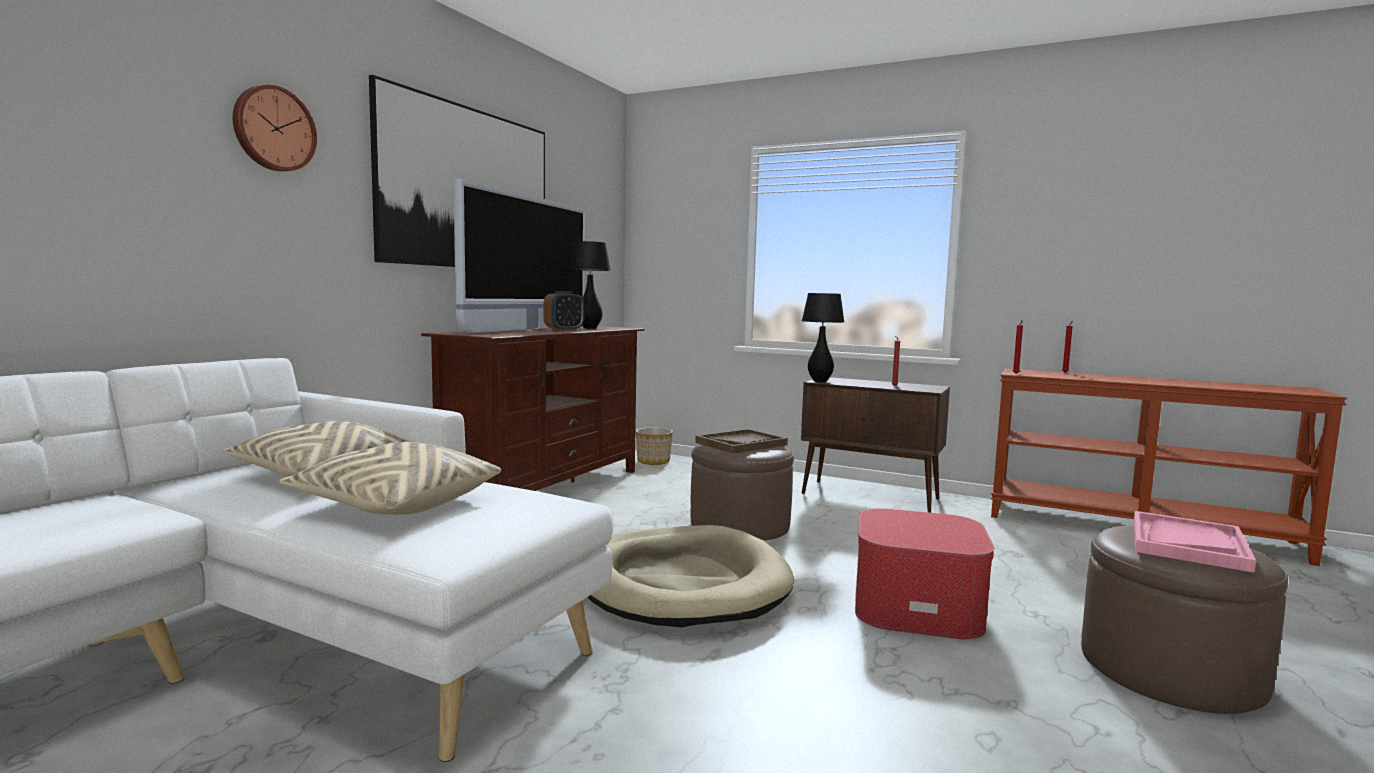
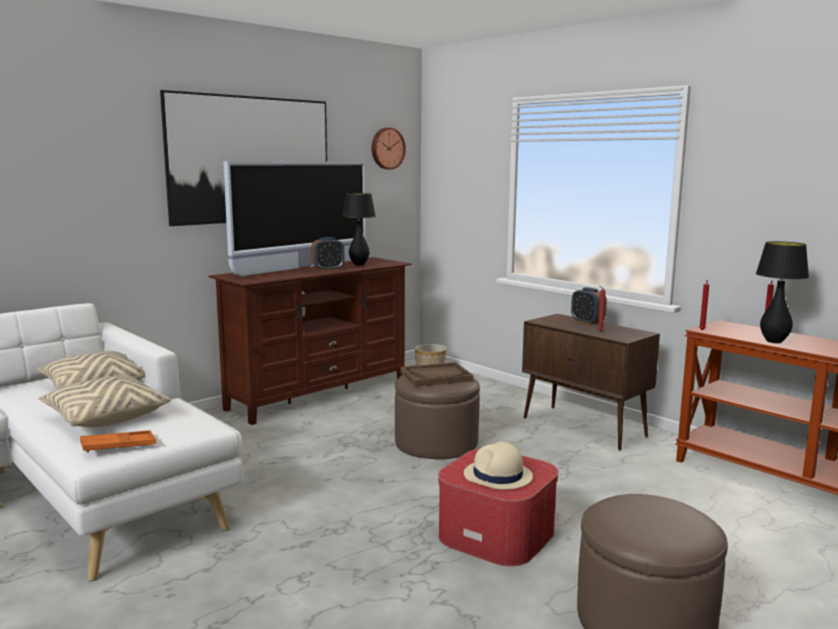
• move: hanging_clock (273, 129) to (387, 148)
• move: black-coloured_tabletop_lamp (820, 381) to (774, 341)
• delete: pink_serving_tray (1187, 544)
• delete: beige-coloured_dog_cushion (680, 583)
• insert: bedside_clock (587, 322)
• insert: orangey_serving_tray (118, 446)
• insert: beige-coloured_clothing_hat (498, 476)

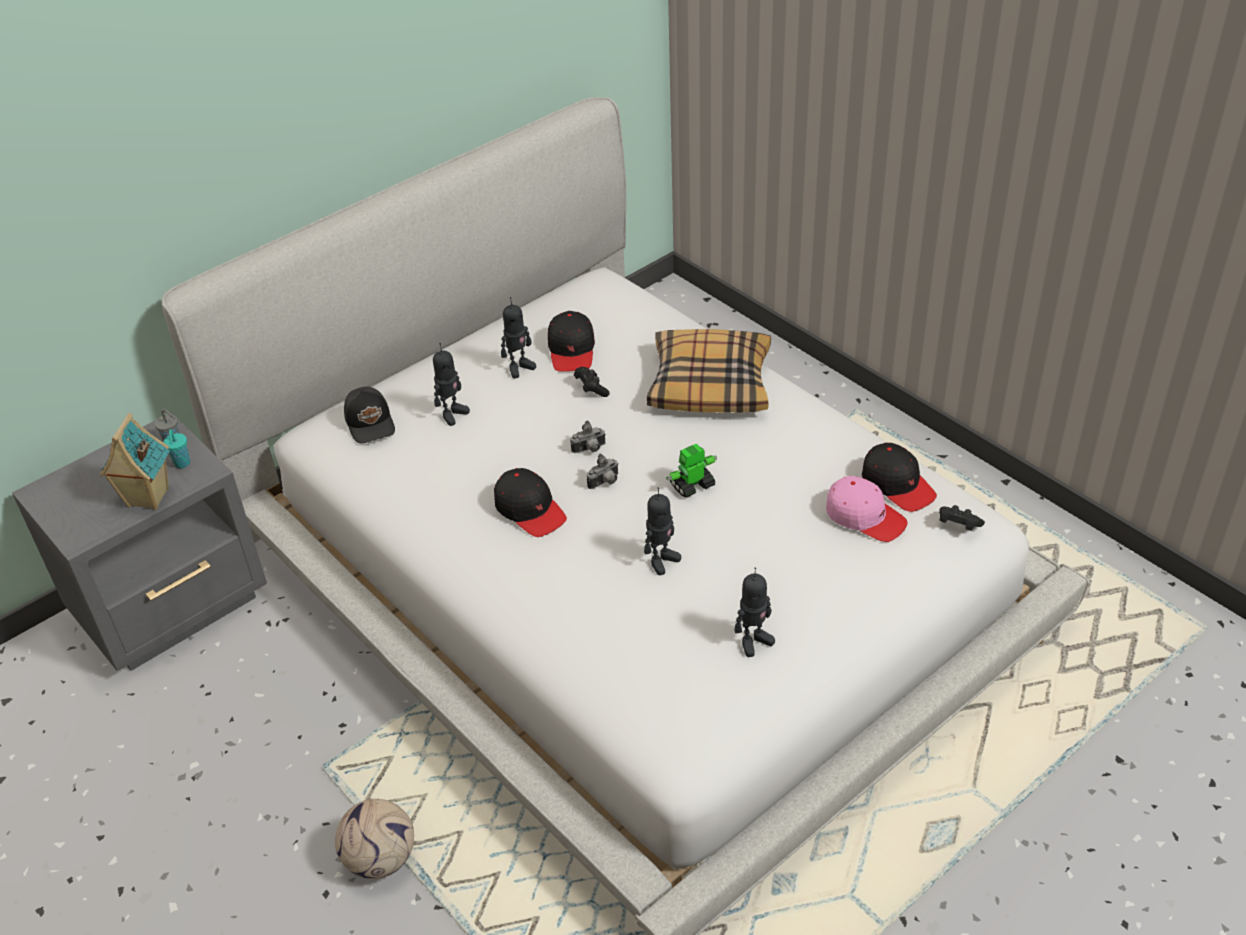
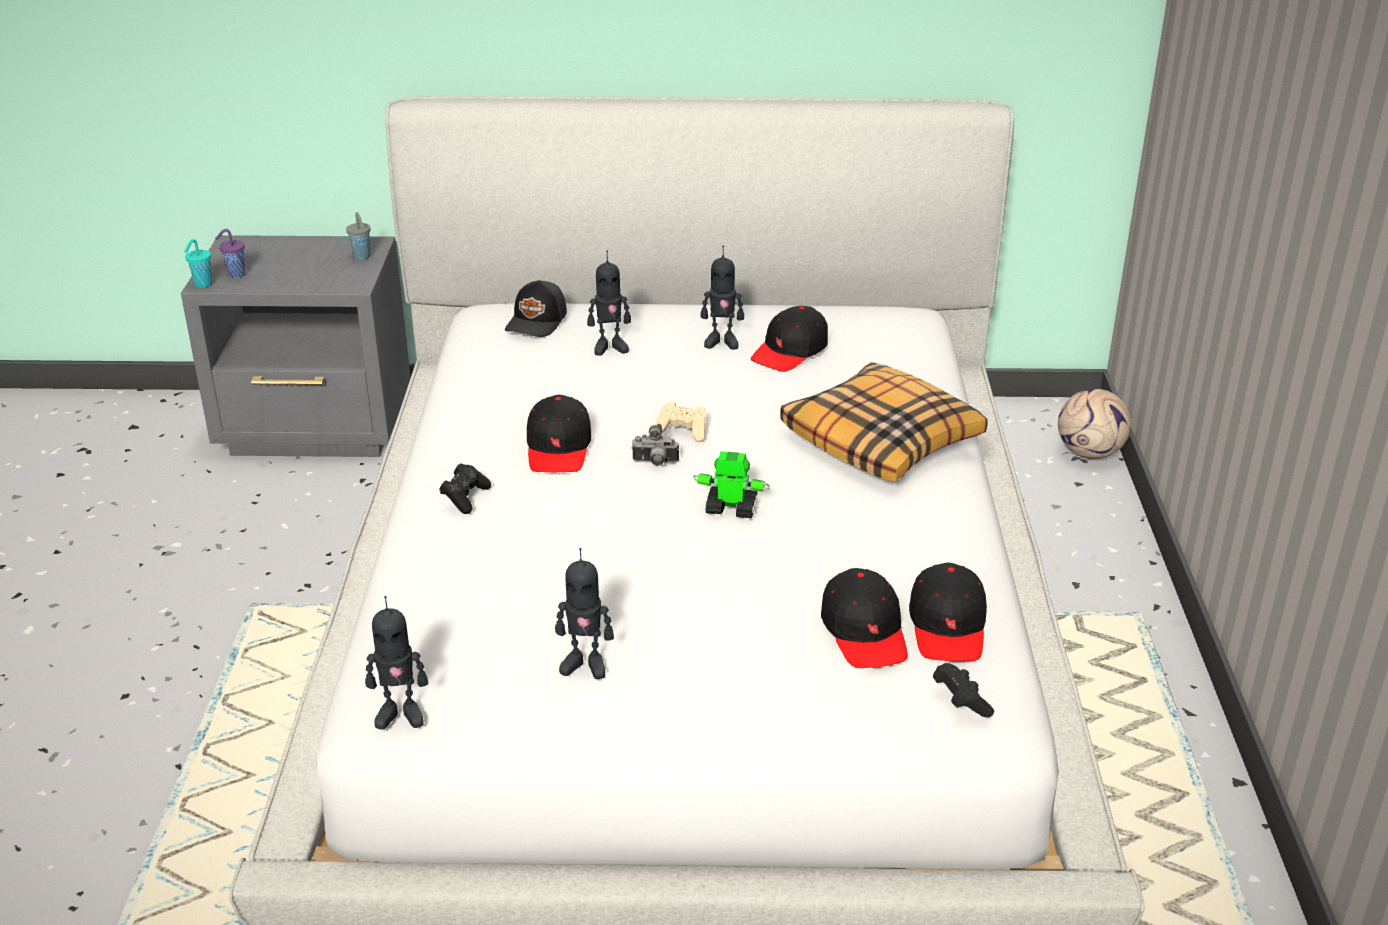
• move: black-coloured_gamepad (591, 388) to (465, 498)
• delete: miniature_house (147, 498)
• replace: still_camera (589, 449) to beige-coloured_gamepad (682, 431)
• move: blue-green_small_cup (182, 464) to (202, 285)
• recolor: pink_baseball_cap (865, 516) to black-coloured_baseball_cap (865, 632)
• move: model_robot (661, 561) to (400, 715)
• move: ball_for_football (381, 858) to (1090, 453)
• insert: purple-coloured_small_cup (235, 274)

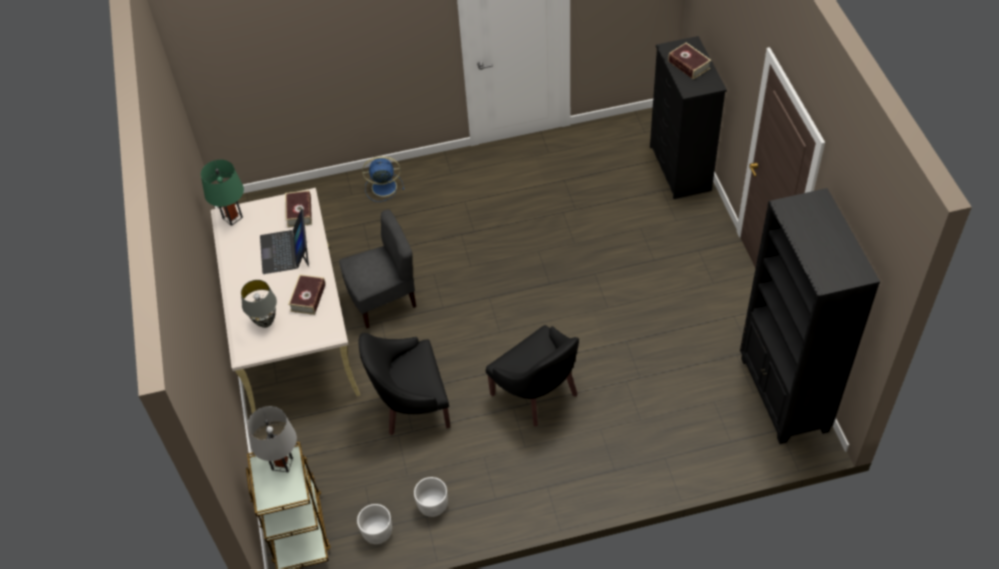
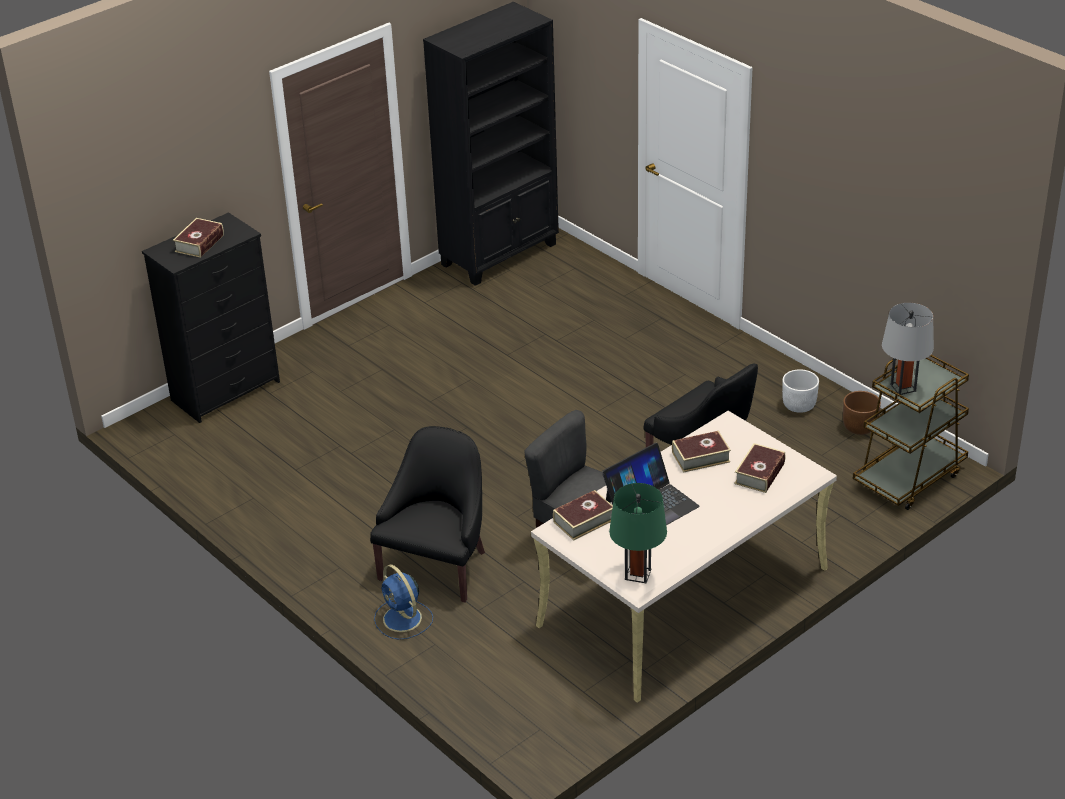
• replace: gray_tabletop_lamp (265, 321) to bound_book (759, 474)
• move: black-coloured_lounge_chair (538, 393) to (437, 565)
• recolor: white-coloured_plant_pot (377, 532) to brownish_plant_pot (859, 427)

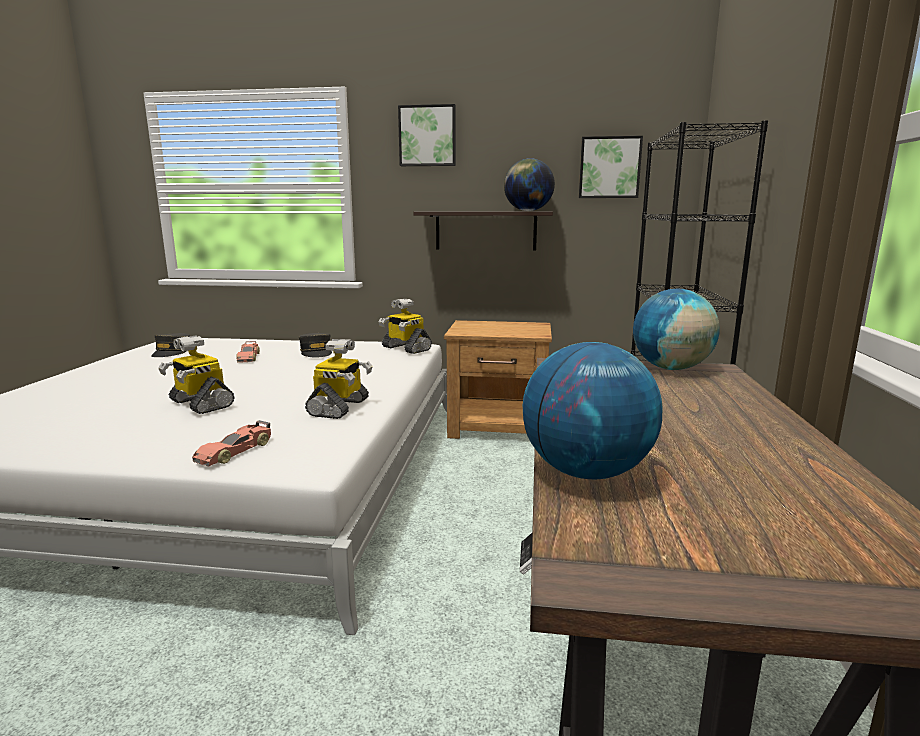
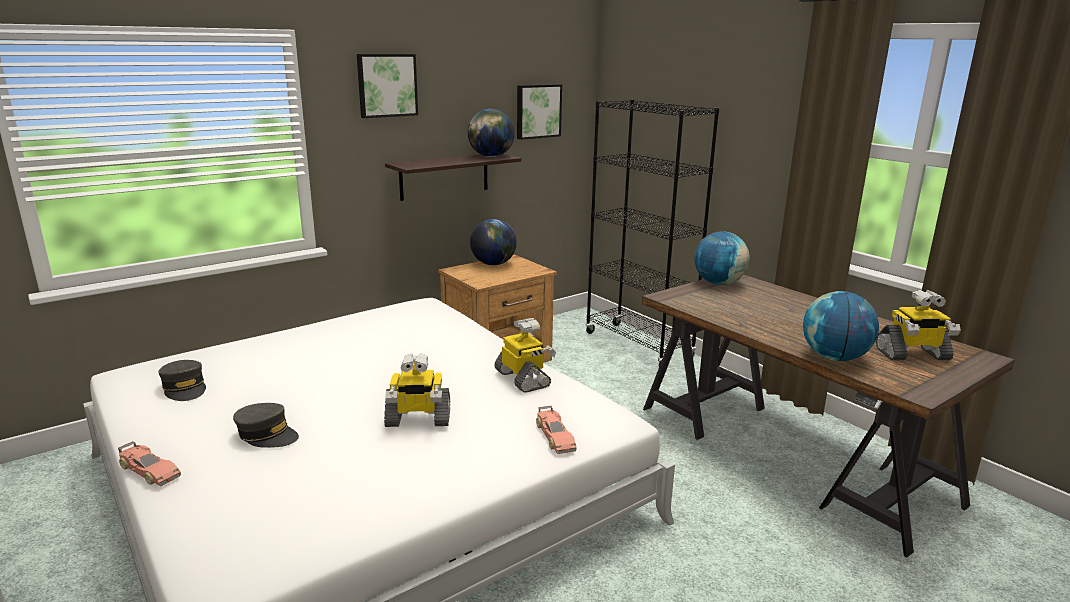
• move: model_robot (405, 348) to (912, 354)
• move: gray_baseball_cap (316, 352) to (267, 435)
• move: toy_car (248, 357) to (149, 471)
• insert: desk_globe (493, 264)

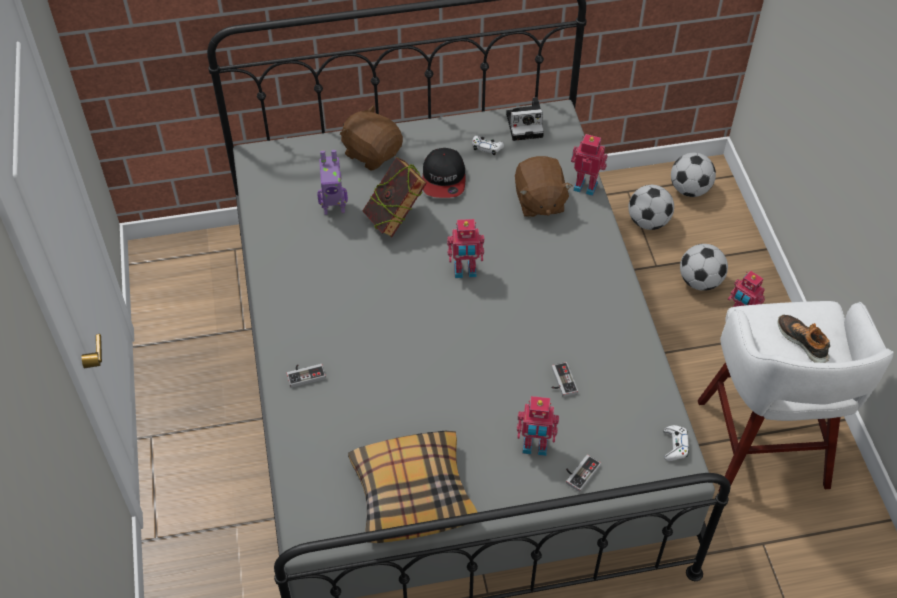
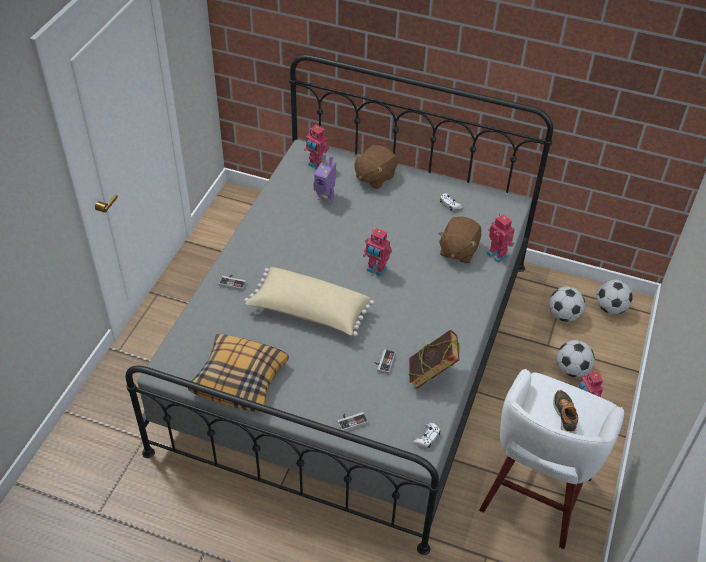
• delete: still_camera (526, 125)
• rotate: brownish_soft_toy (372, 153) = (374, 177) 120 degrees counterclockwise
• delete: baseball_cap (444, 179)
• move: bound_book (395, 218) to (431, 375)
• move: model_robot (535, 447) to (316, 165)
• insert: beige-coloured_throw_pillow (309, 312)

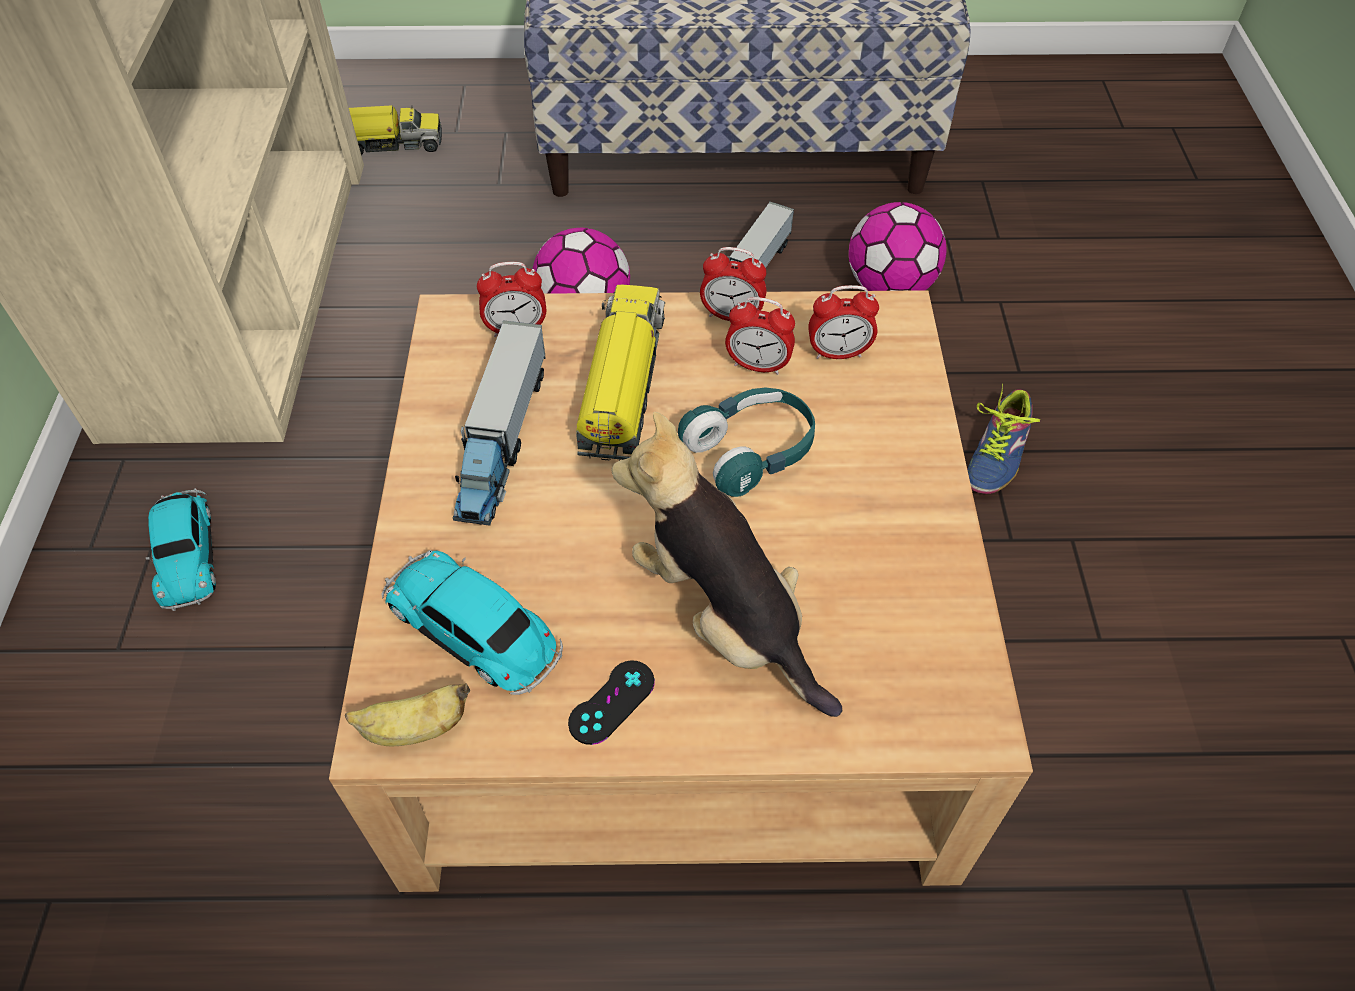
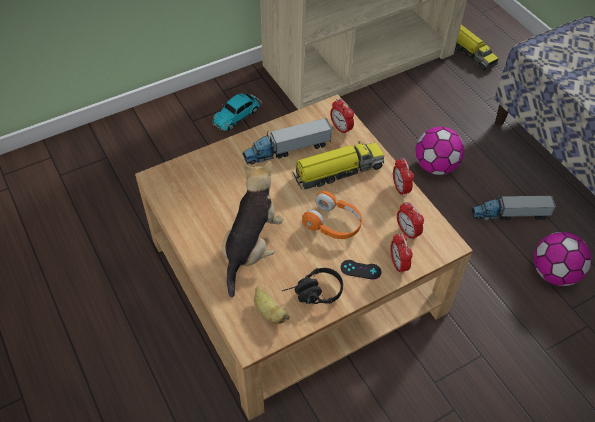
• move: bedside_clock (758, 365) to (398, 264)
• delete: shoe (992, 453)
• recolor: blue-green_headset (751, 451) to orangey_headset (333, 224)
• delete: toy_car (475, 631)
• move: black-coloured_gamepad (611, 702) to (360, 269)
• move: whole_banana (414, 729) to (269, 312)
• insert: black-coloured_headset (313, 294)

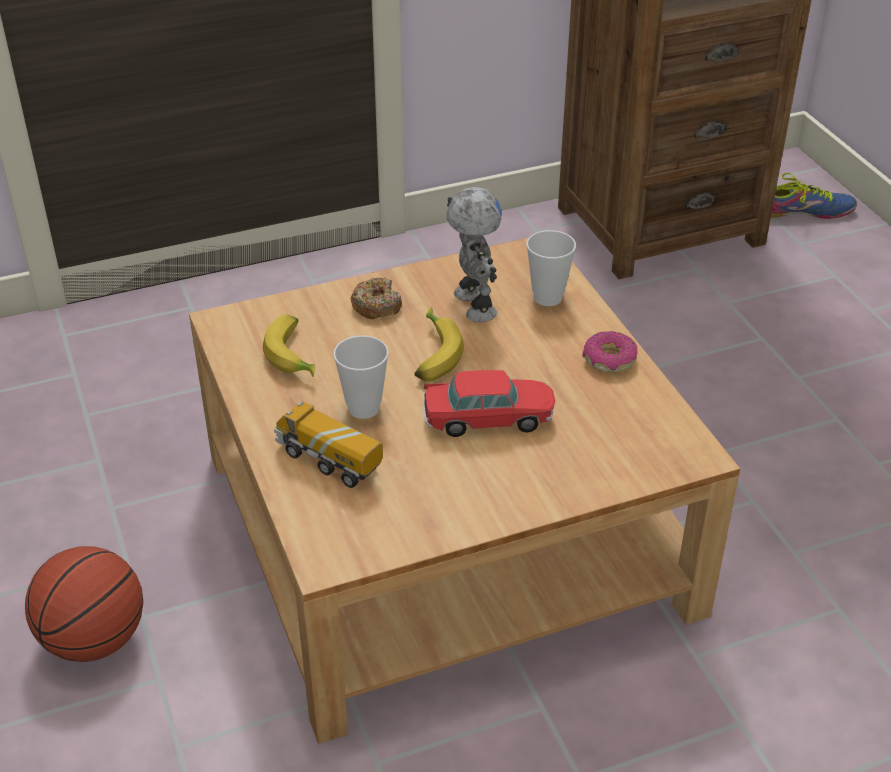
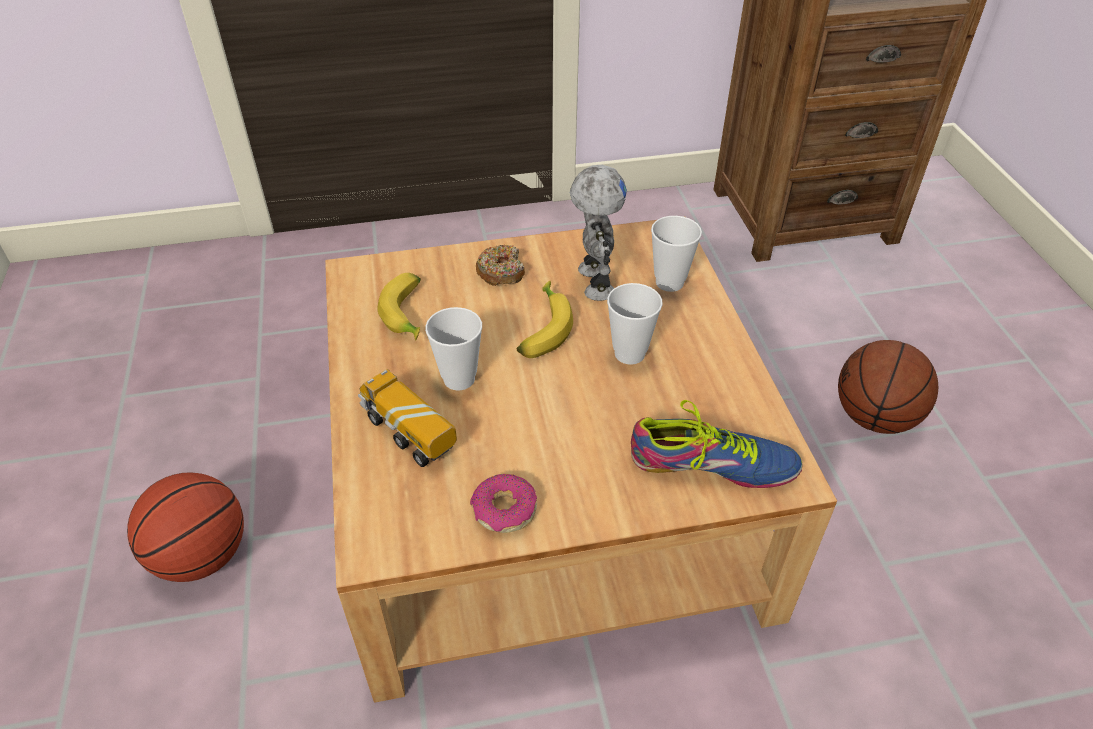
• move: shoe (803, 211) to (711, 464)
• move: donut (609, 360) to (504, 510)
• delete: toy_car (488, 418)
• insert: small_cup (629, 353)
• insert: basketball (874, 418)

